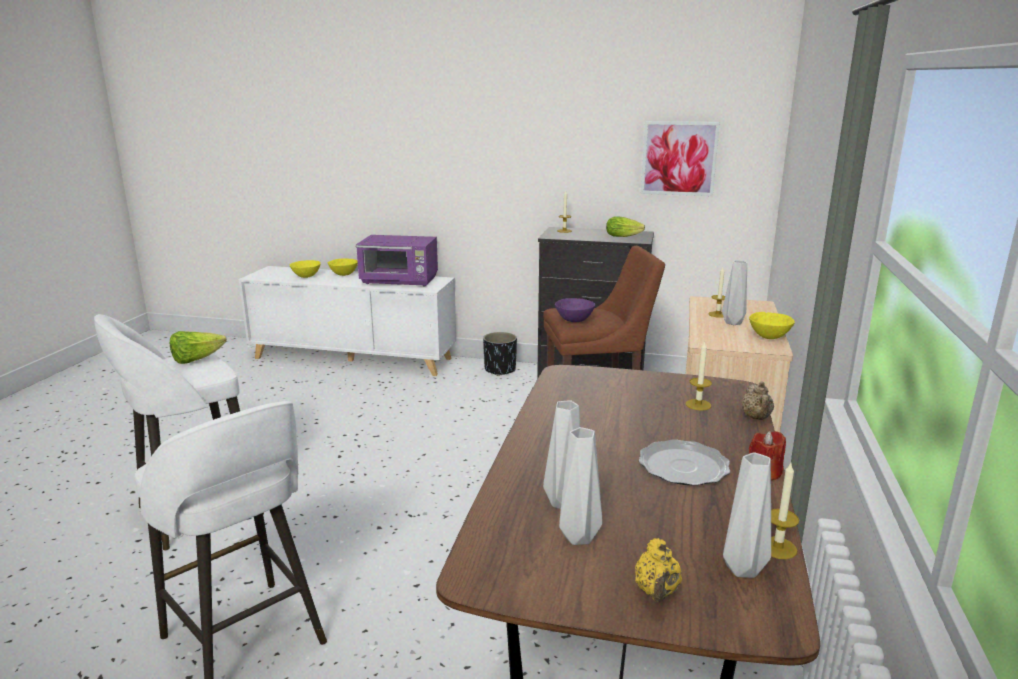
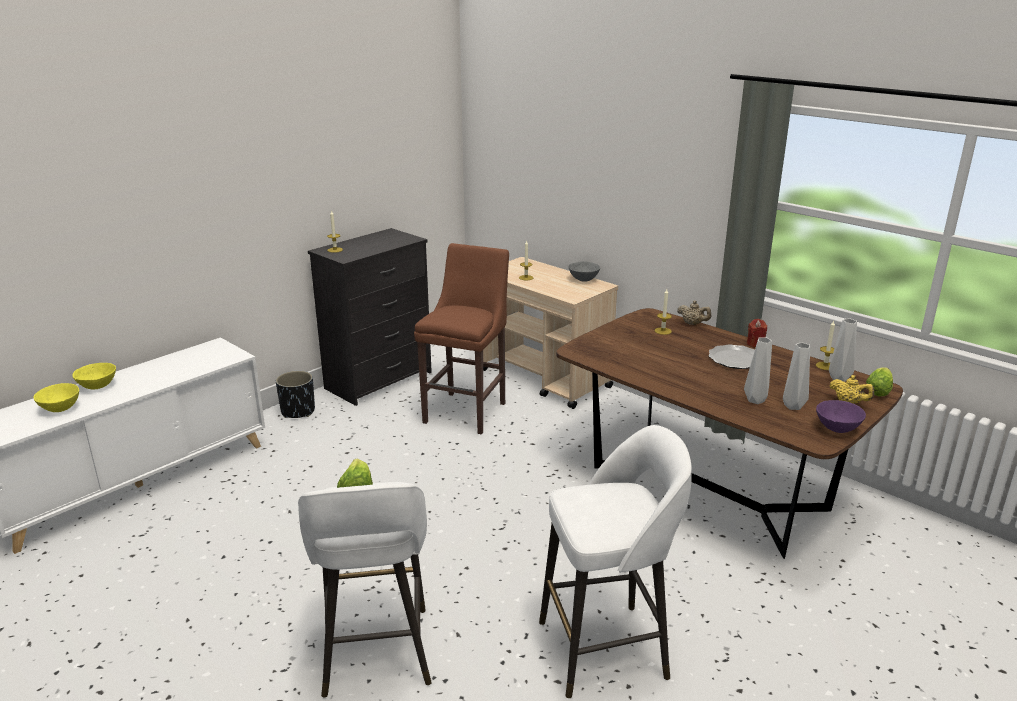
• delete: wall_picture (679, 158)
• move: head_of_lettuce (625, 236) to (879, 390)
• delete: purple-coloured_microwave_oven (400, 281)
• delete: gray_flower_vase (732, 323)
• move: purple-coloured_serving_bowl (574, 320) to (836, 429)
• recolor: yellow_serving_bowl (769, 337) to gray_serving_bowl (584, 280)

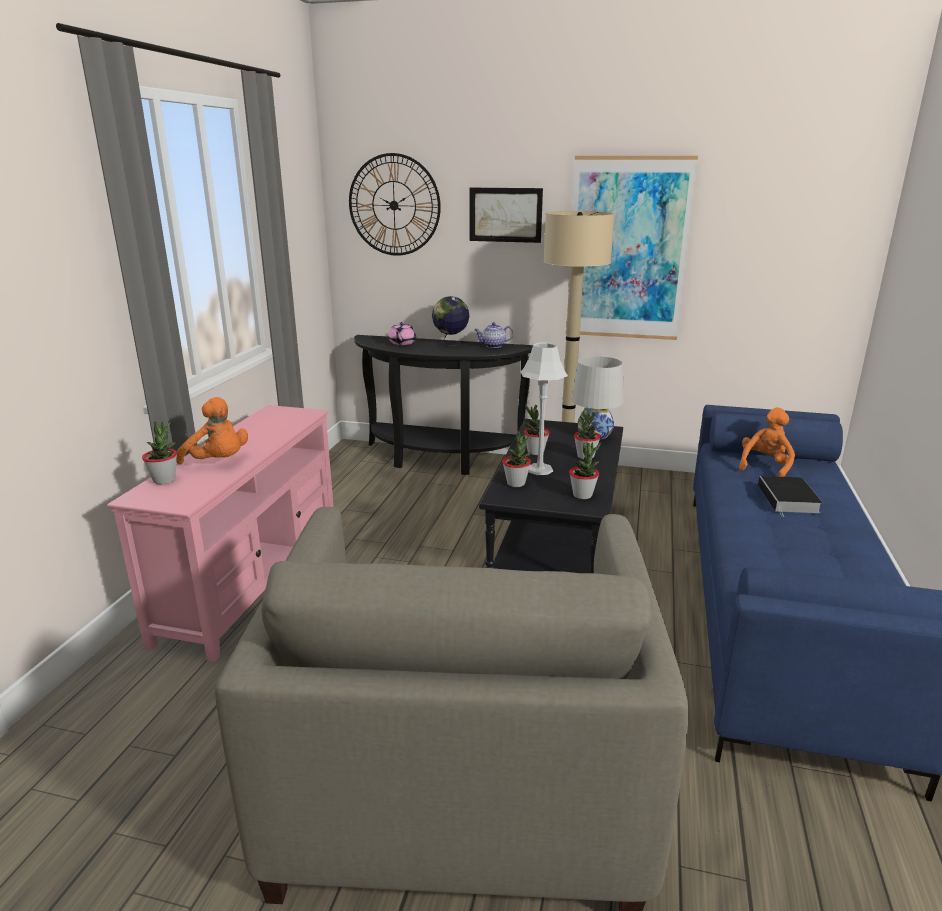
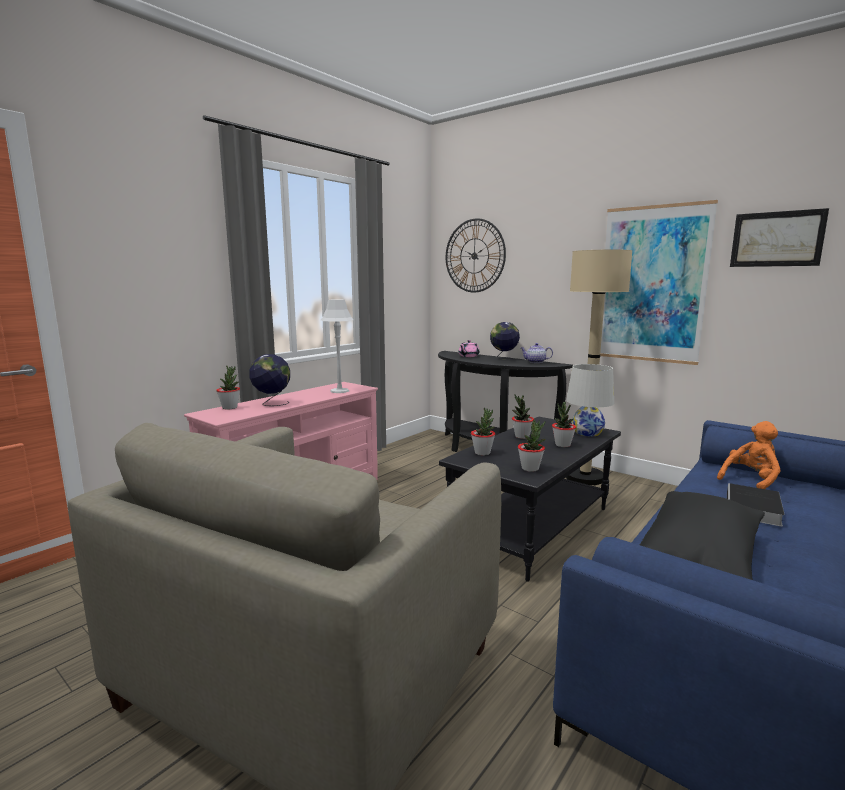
• move: wall_picture (505, 215) to (776, 239)
• move: gray_tabletop_lamp (539, 469) to (339, 391)
• replace: orangey_soft_toy (218, 462) to desk_globe (272, 403)
• insert: black-coloured_throw_pillow (699, 559)

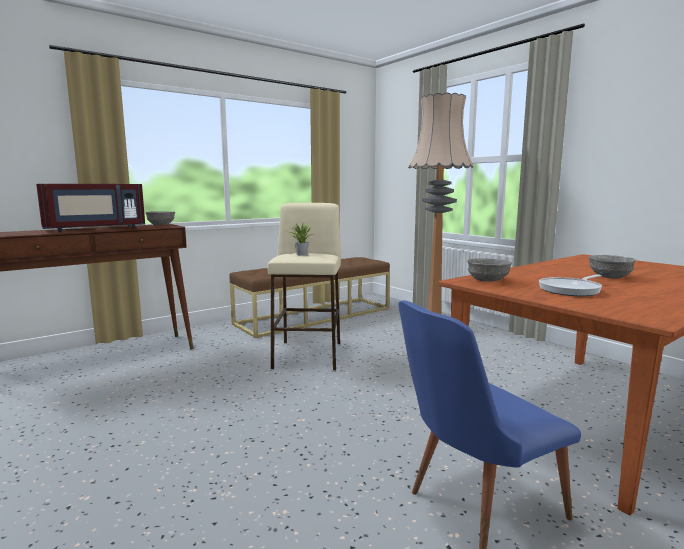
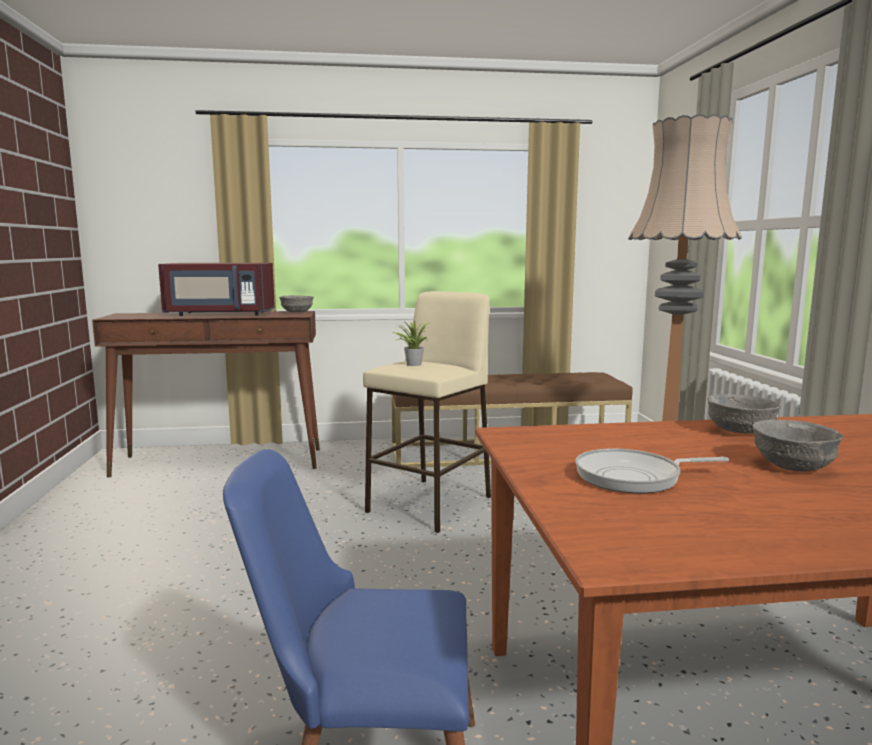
• move: gray_serving_bowl (487, 281) to (739, 431)

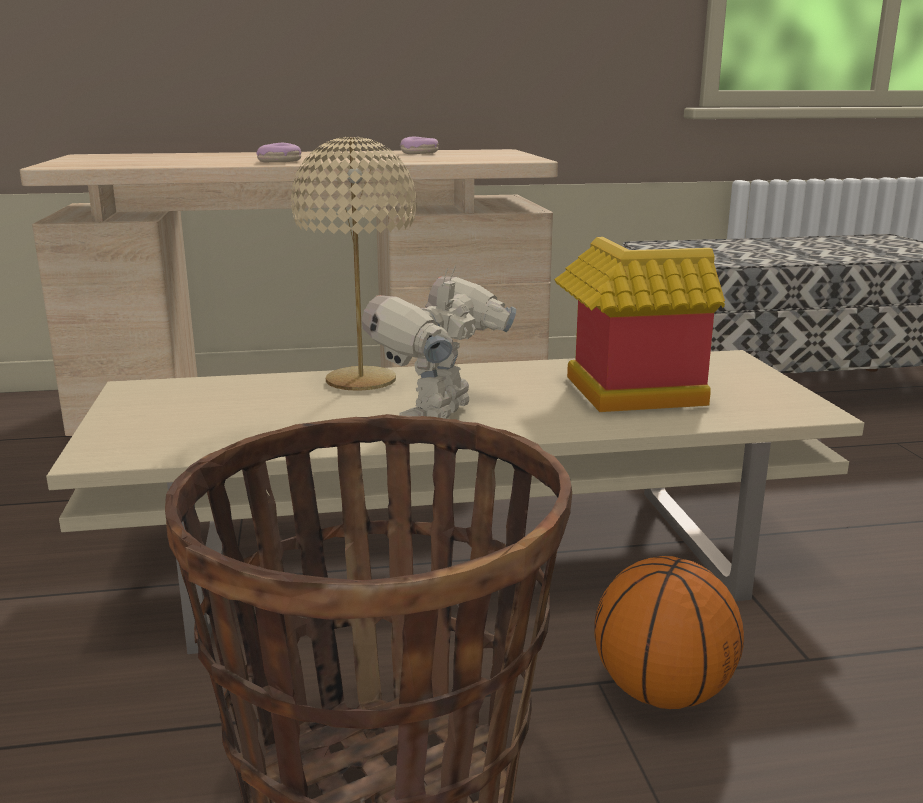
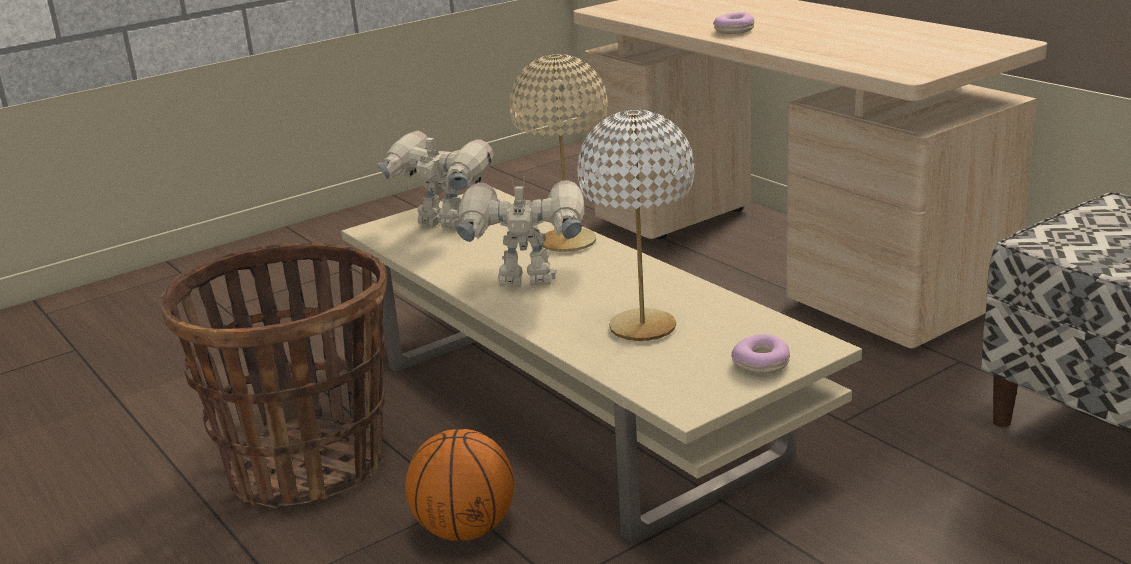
• move: donut (419, 153) to (761, 364)
• replace: miniature_house (622, 394) to white-coloured_tabletop_lamp (642, 327)
• insert: model_robot (443, 225)

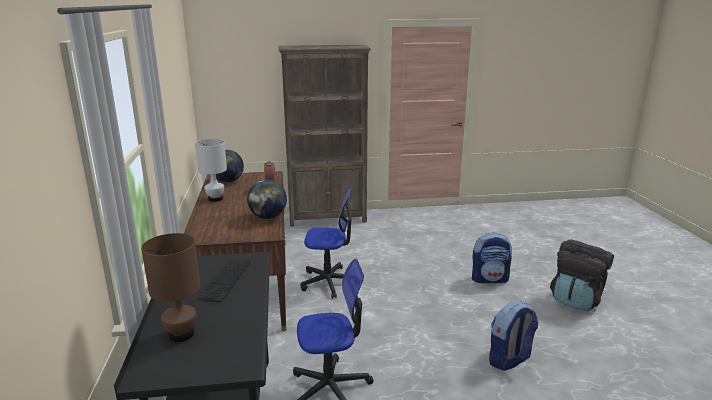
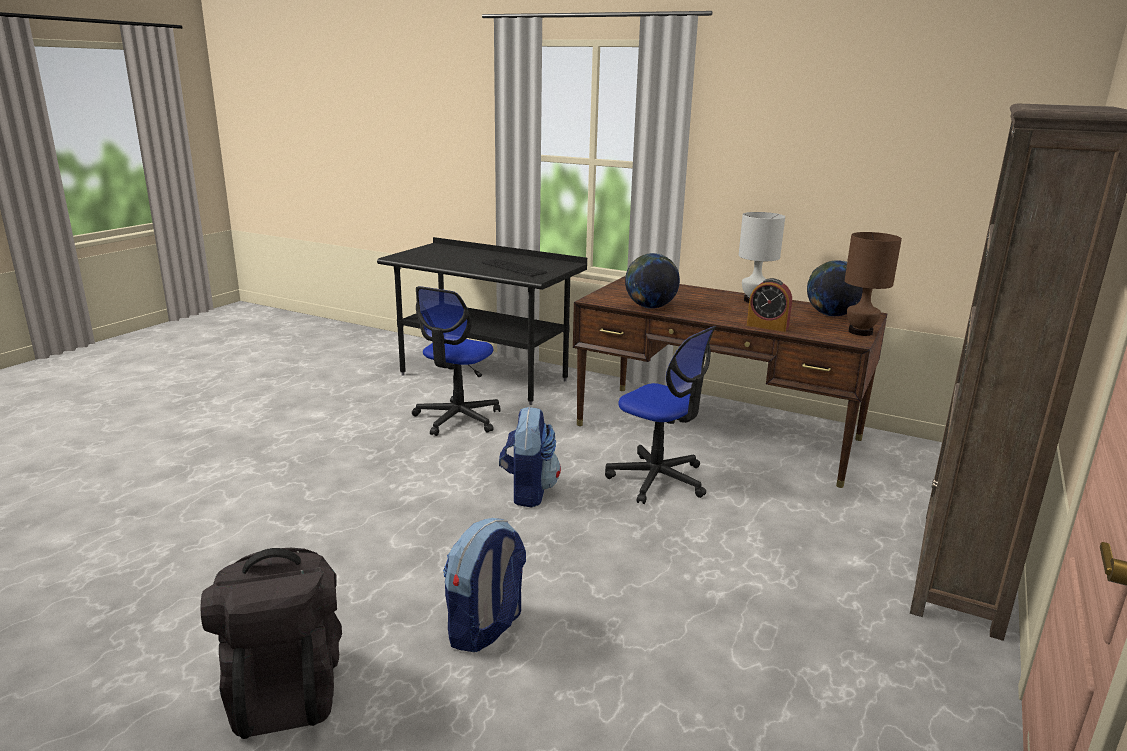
• rotate: office_chair (329, 282) = (658, 479) 90 degrees counterclockwise
• move: brownish_tabletop_lamp (181, 335) to (859, 332)
• move: knapsack (509, 360) to (528, 491)

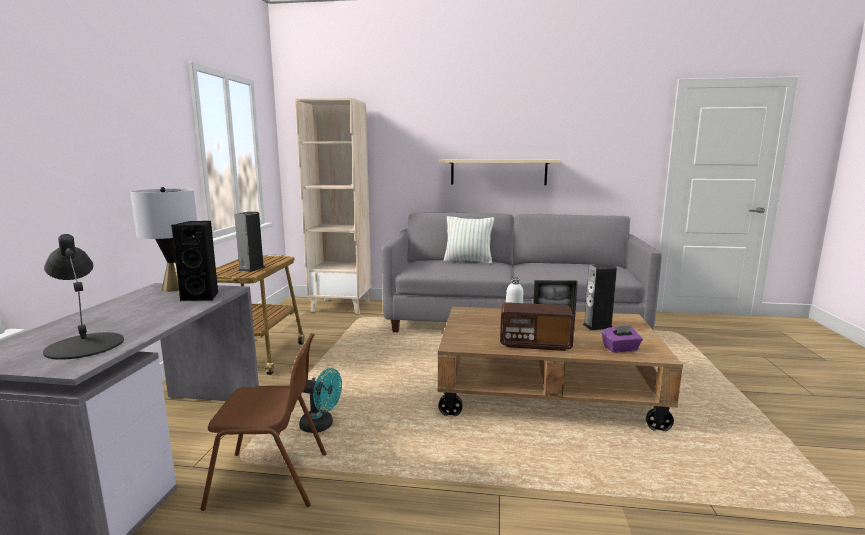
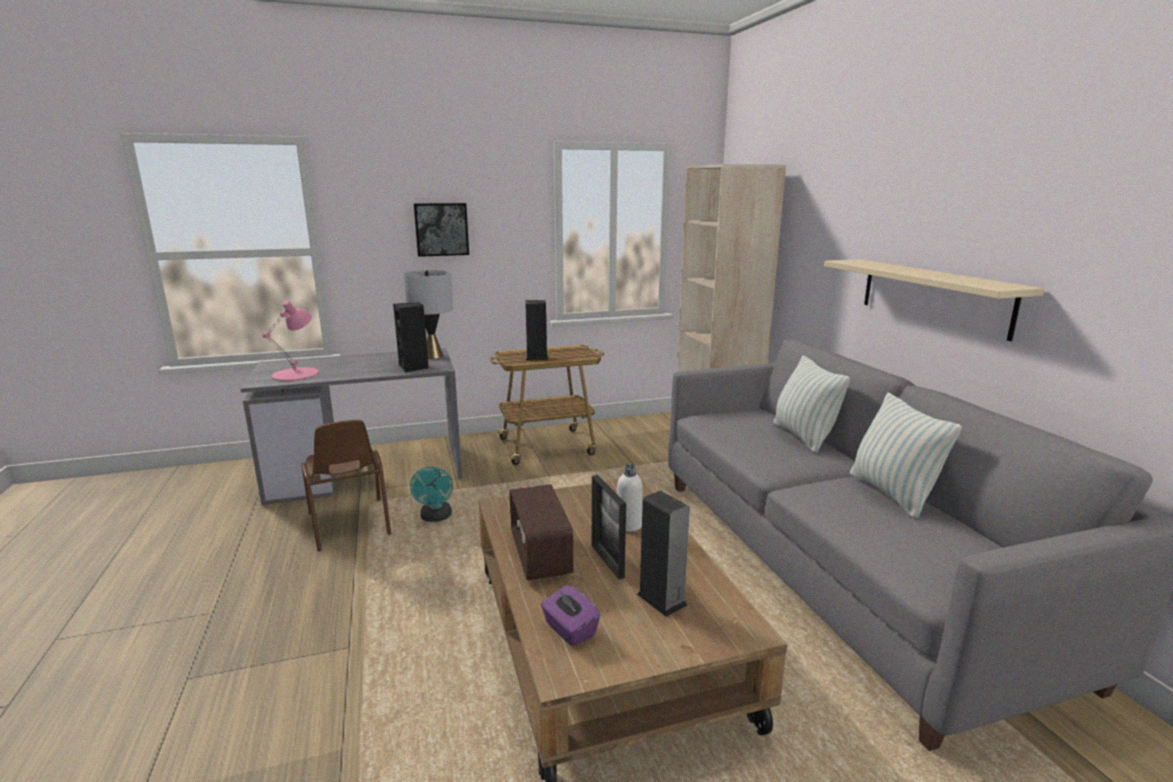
• recolor: black-coloured_tabletop_lamp (85, 345) to pink_tabletop_lamp (296, 374)
• insert: wall_picture (441, 229)
• insert: throw_pillow (892, 493)

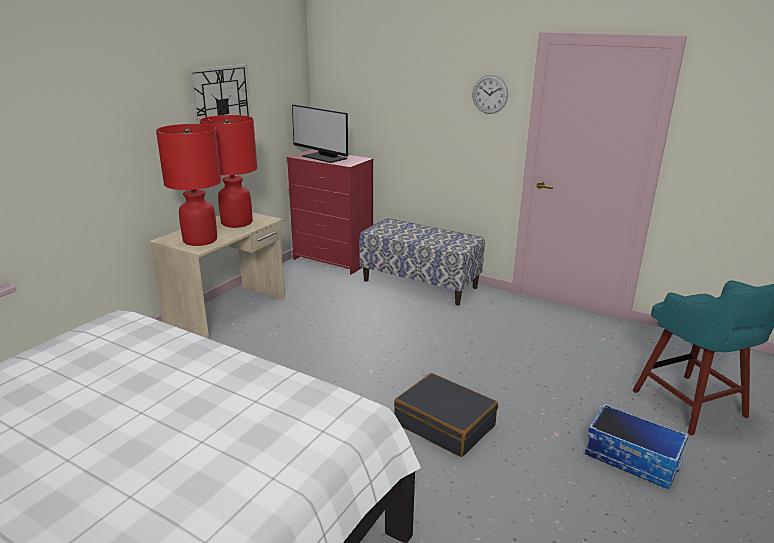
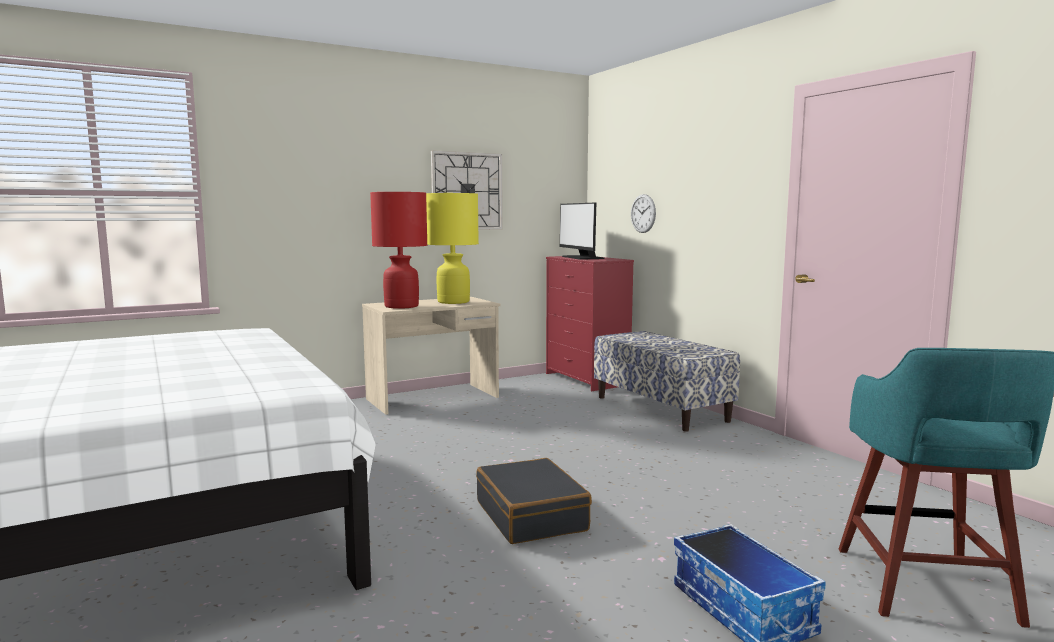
• move: hanging_clock (490, 94) to (643, 213)
• recolor: red_tabletop_lamp (237, 223) to yellow_tabletop_lamp (453, 302)

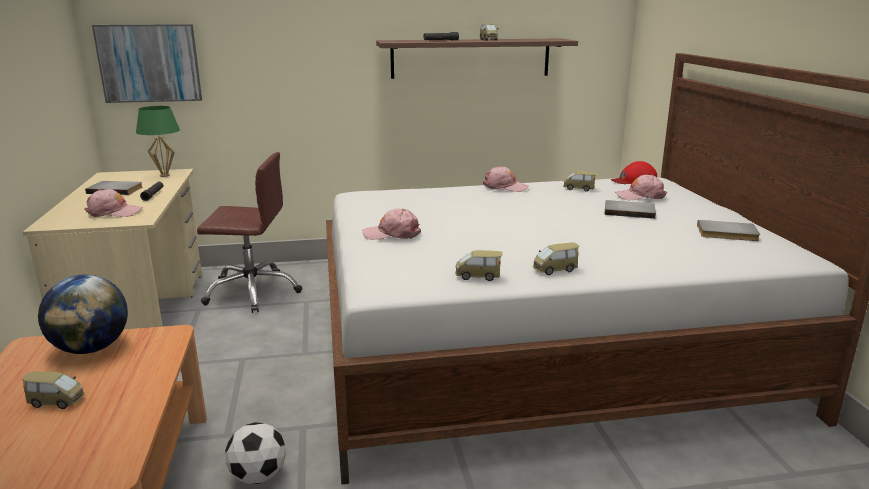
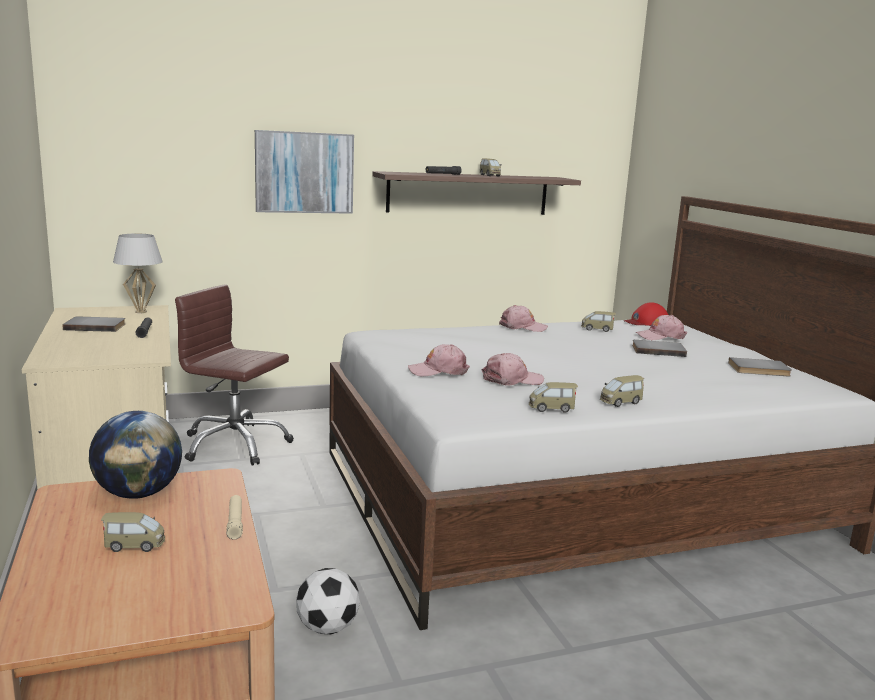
• move: wall_picture (149, 63) to (304, 172)
• recolor: green_tabletop_lamp (164, 175) to white-coloured_tabletop_lamp (140, 312)
• rotate: brownish_office_chair (252, 291) = (235, 445) 150 degrees counterclockwise
• move: pink_baseball_cap (114, 212) to (512, 379)
• insert: beige-coloured_torch (235, 522)

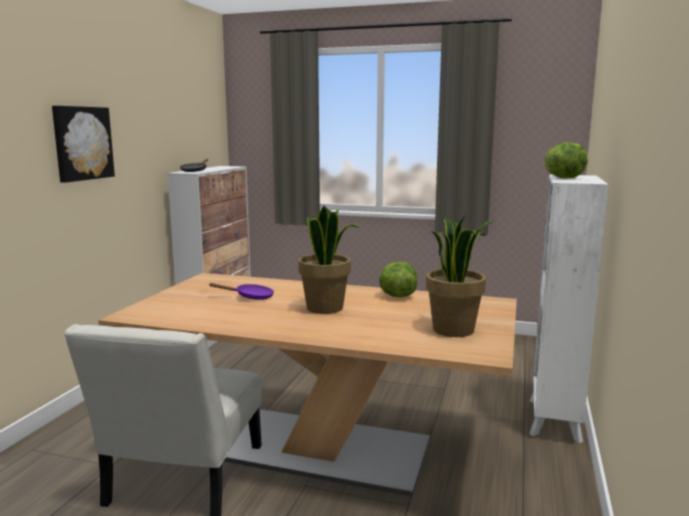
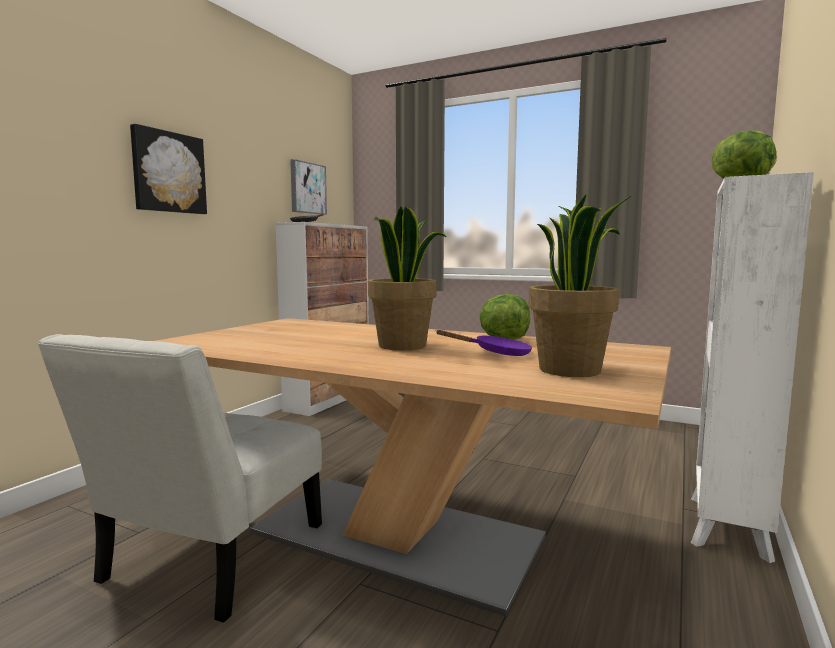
• move: purple-coloured_skillet (250, 297) to (496, 353)
• insert: wall_picture (307, 188)

